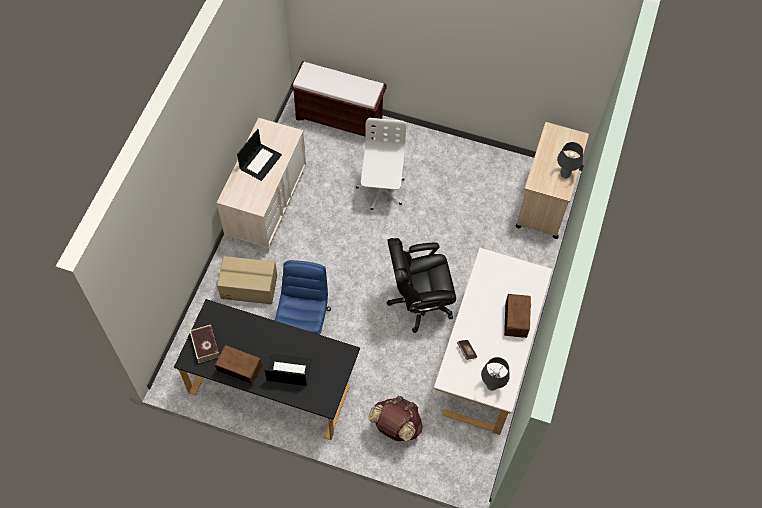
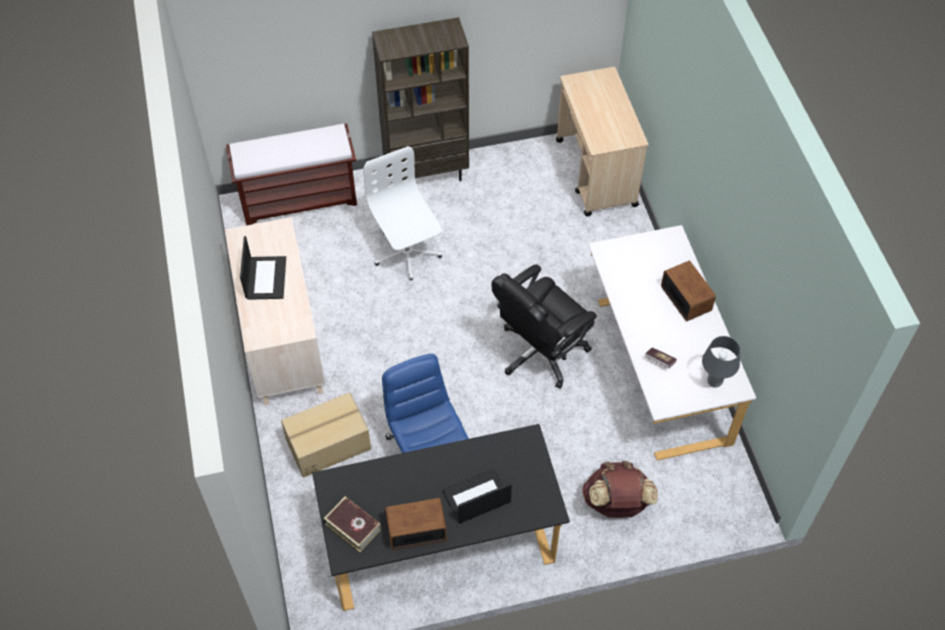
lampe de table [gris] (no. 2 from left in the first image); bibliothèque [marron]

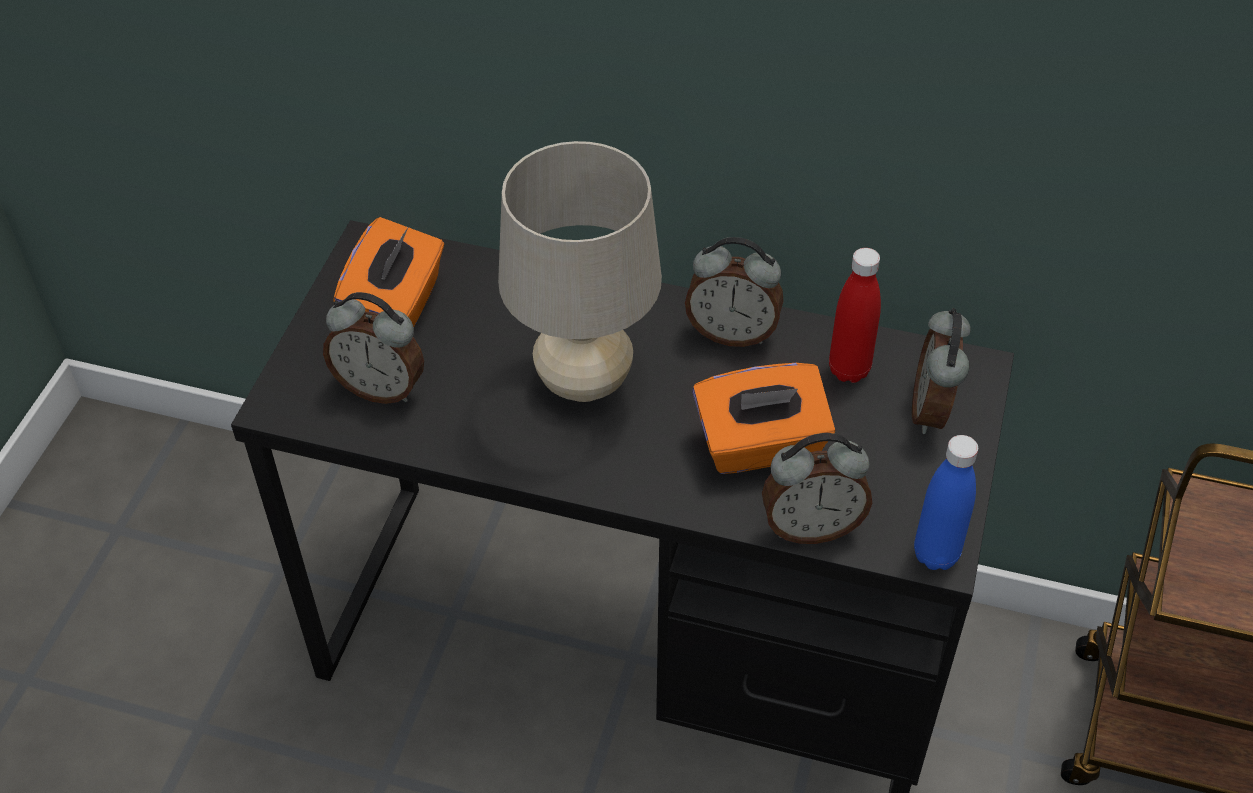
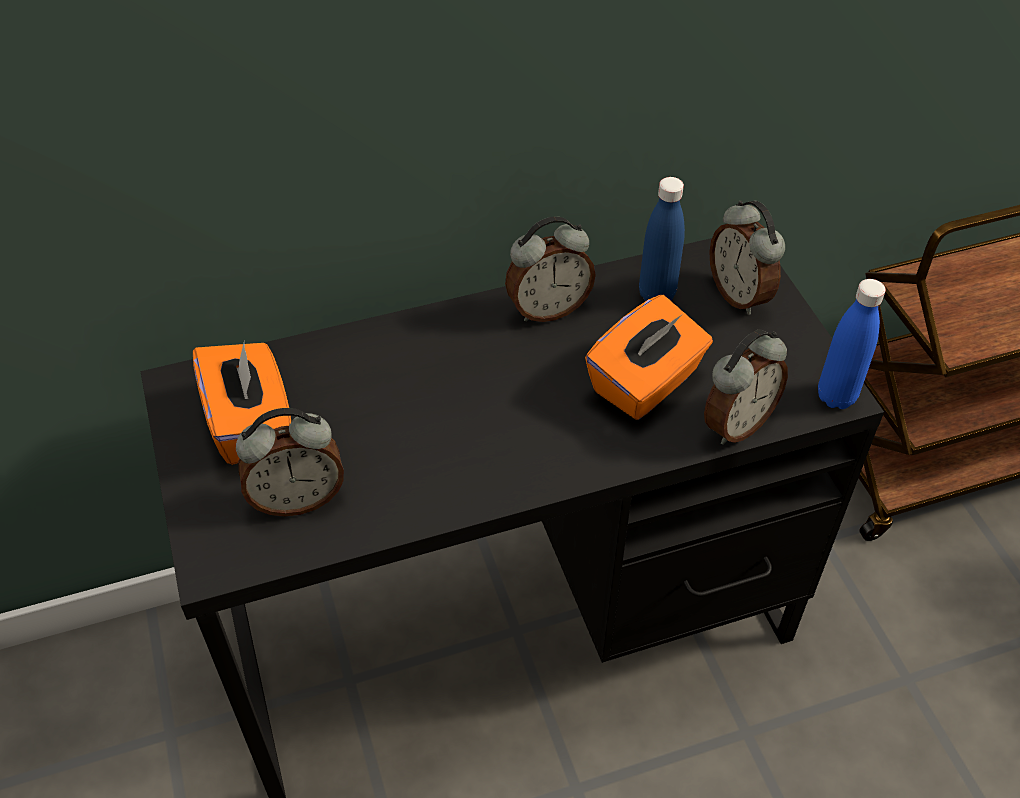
lampe de table [beige]; bouteille [bleu] (no. 1 from left)

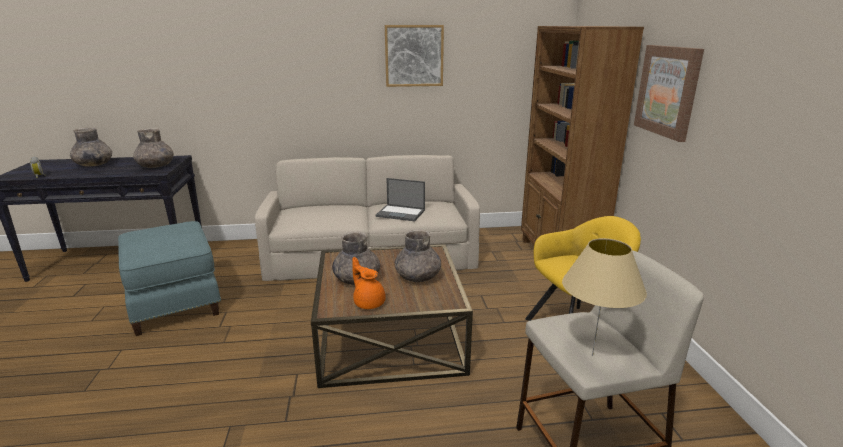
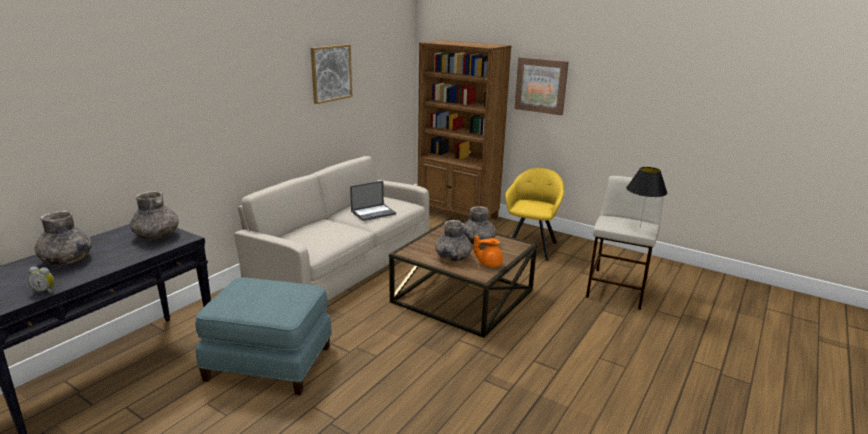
lampe de table [noir]

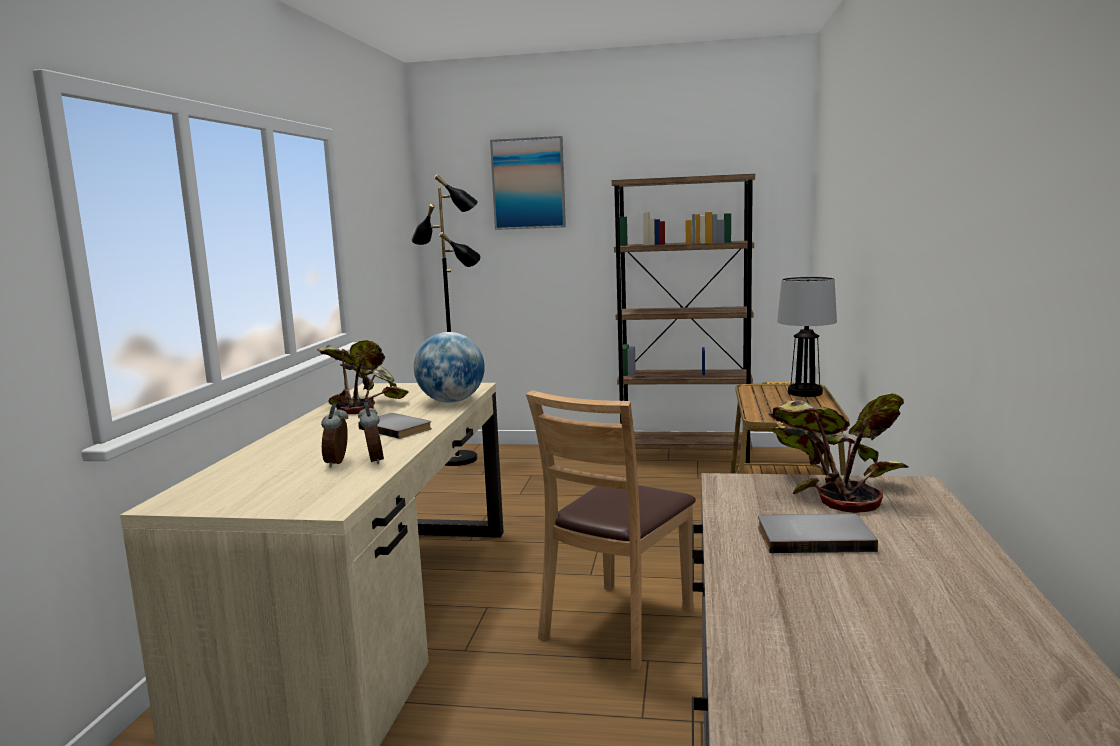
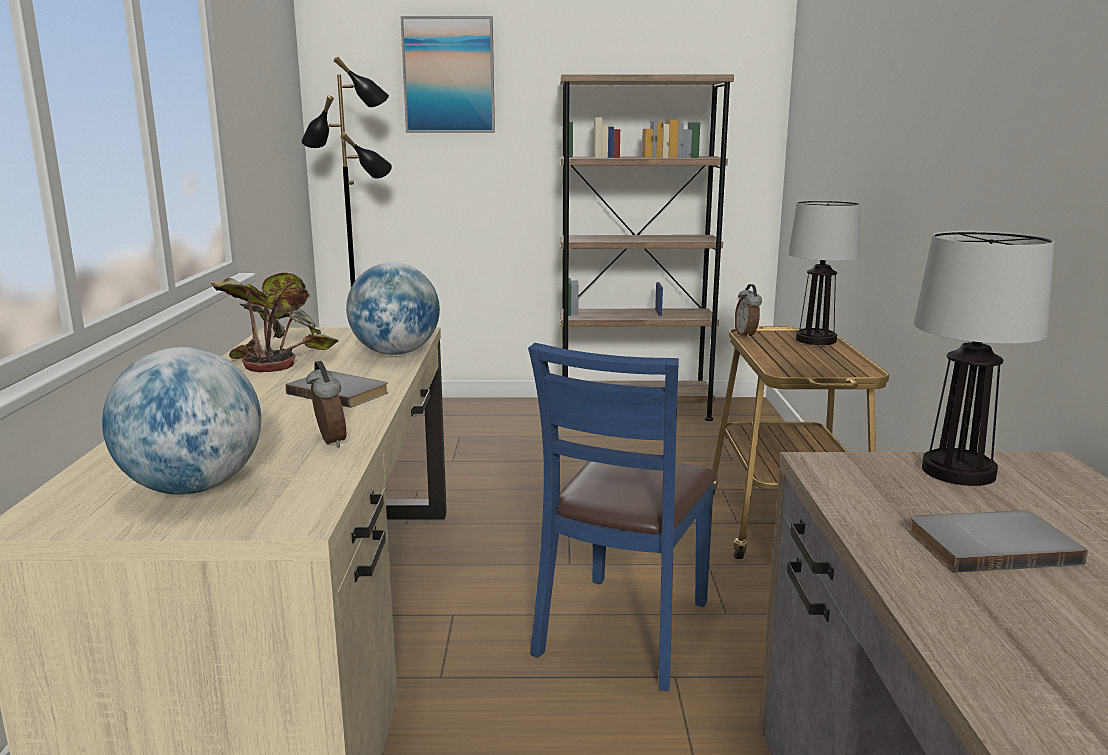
réveil (no. 2 from left); chaise [bleu]; lampe de table (no. 2 from left); globe (no. 1 from left)

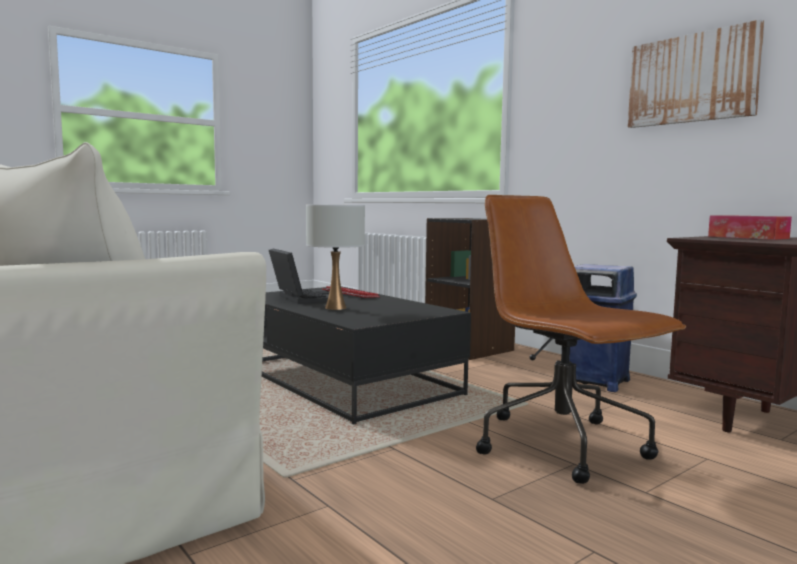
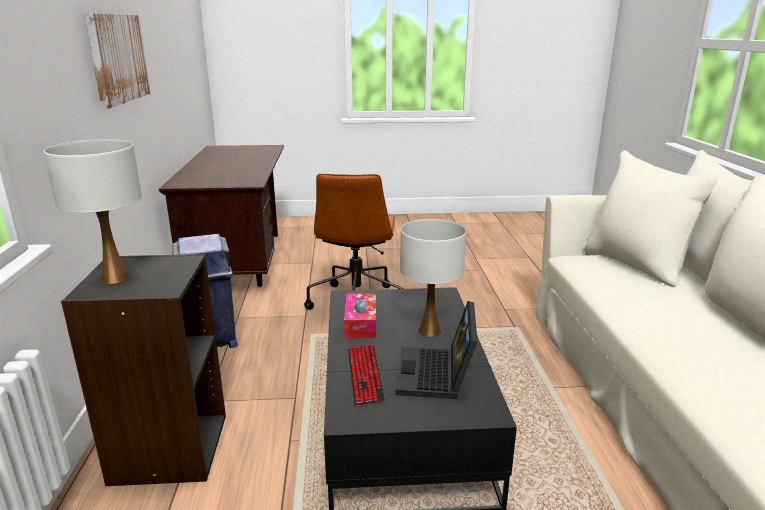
boîte à mouchoirs; lampe de table [blanc] (no. 1 from left)

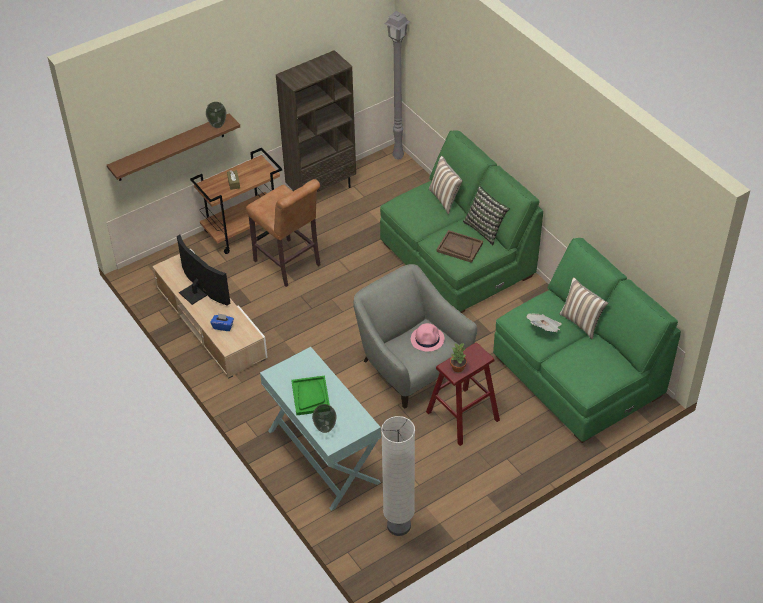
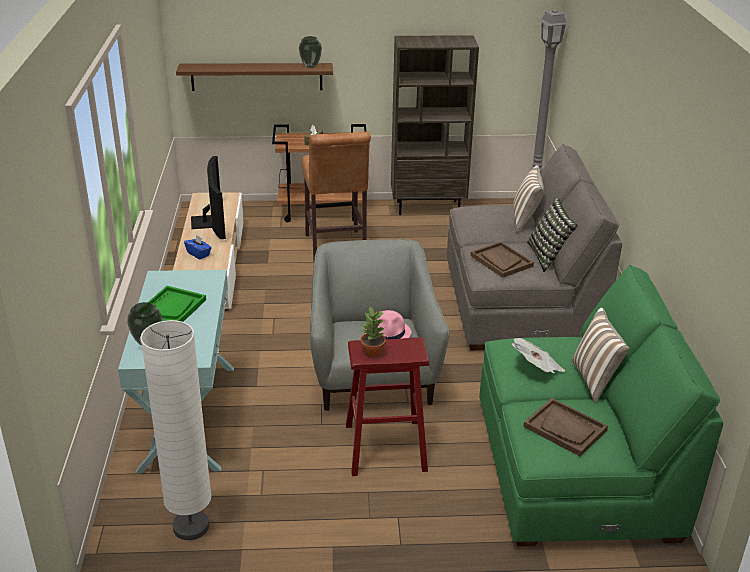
canapé [gris]; plateau [marron] (no. 2 from left)

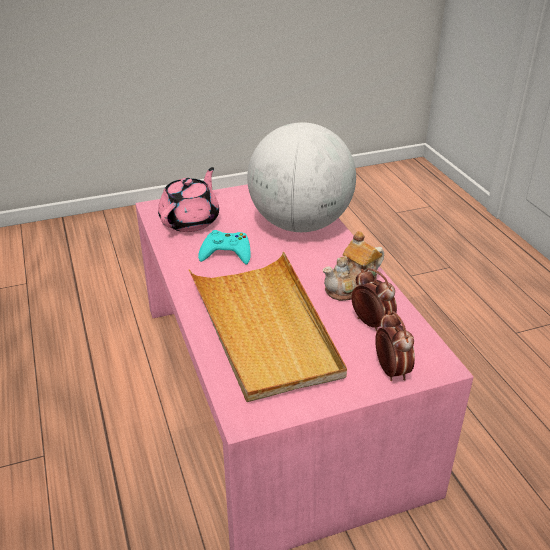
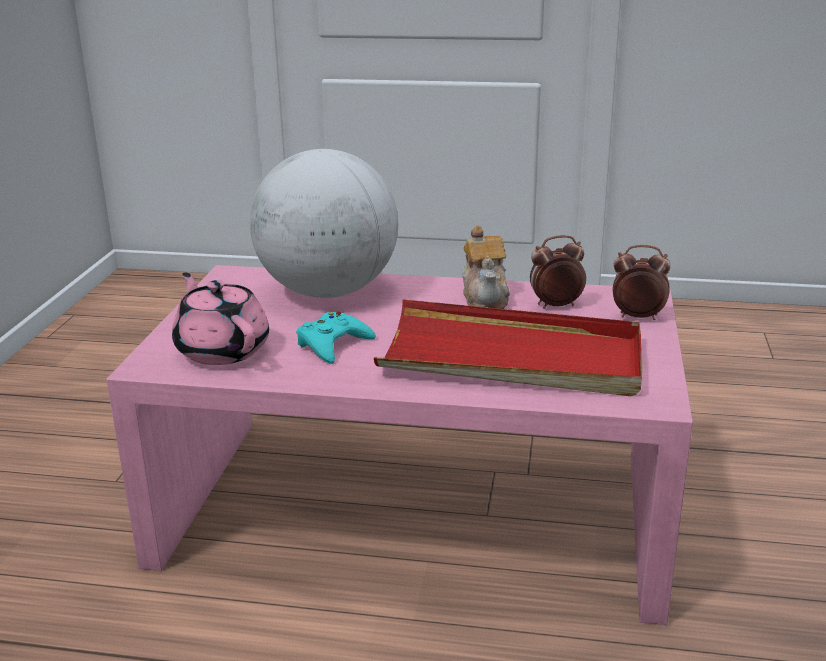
plateau [rouge]

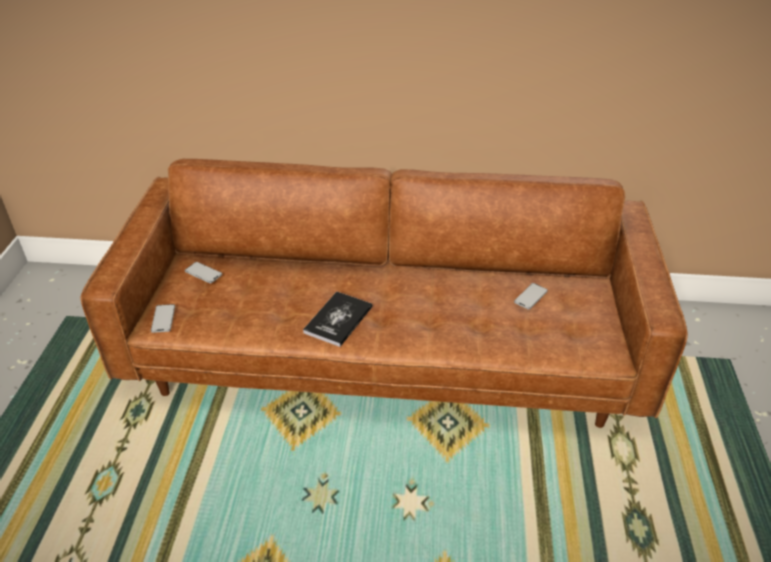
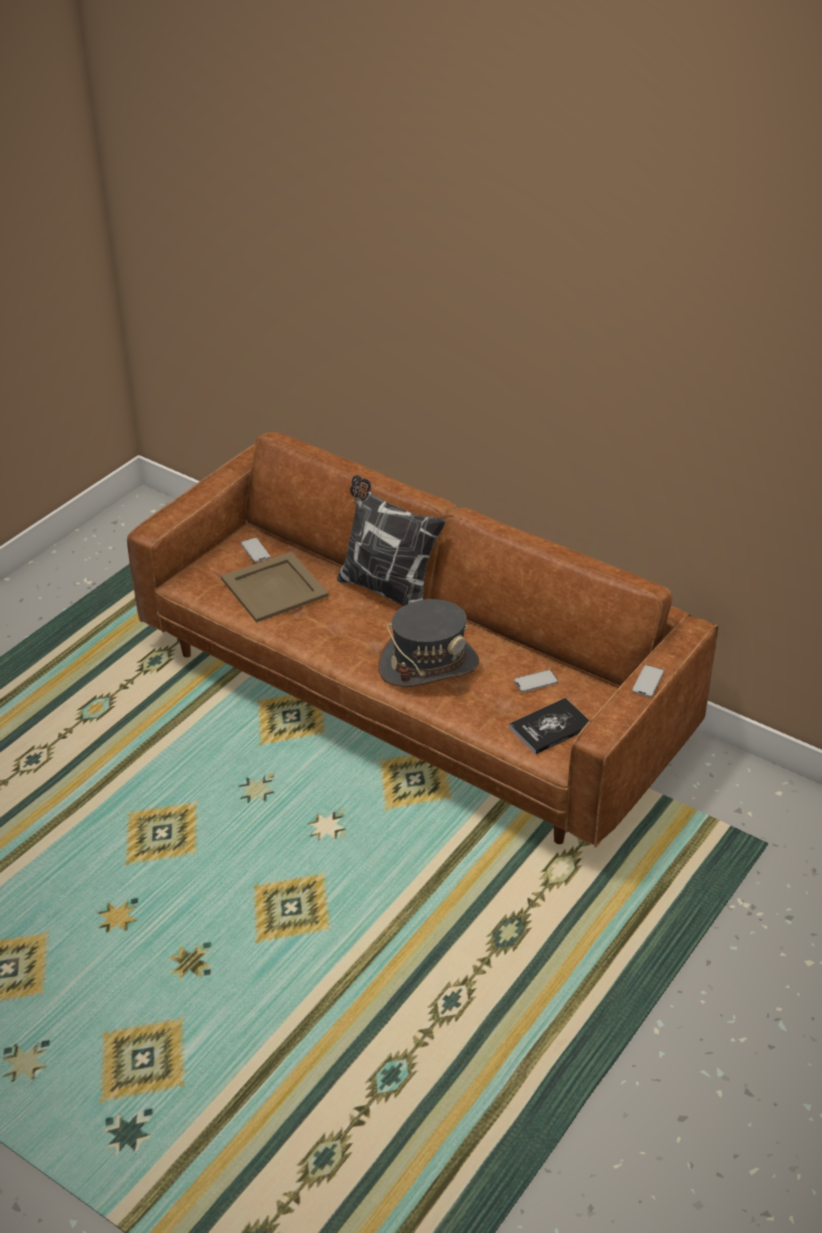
téléphone (no. 3 from left); livre; plateau [beige]; coussin; chapeau [gris]

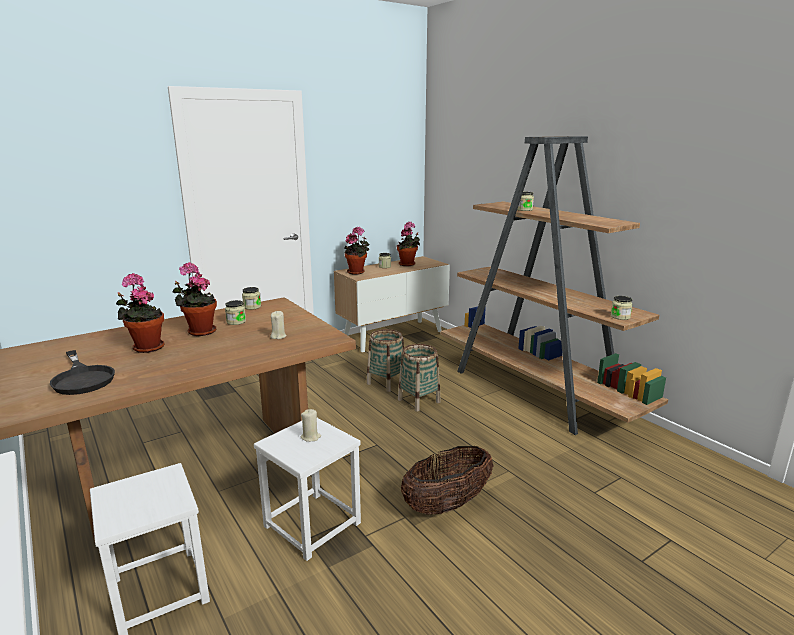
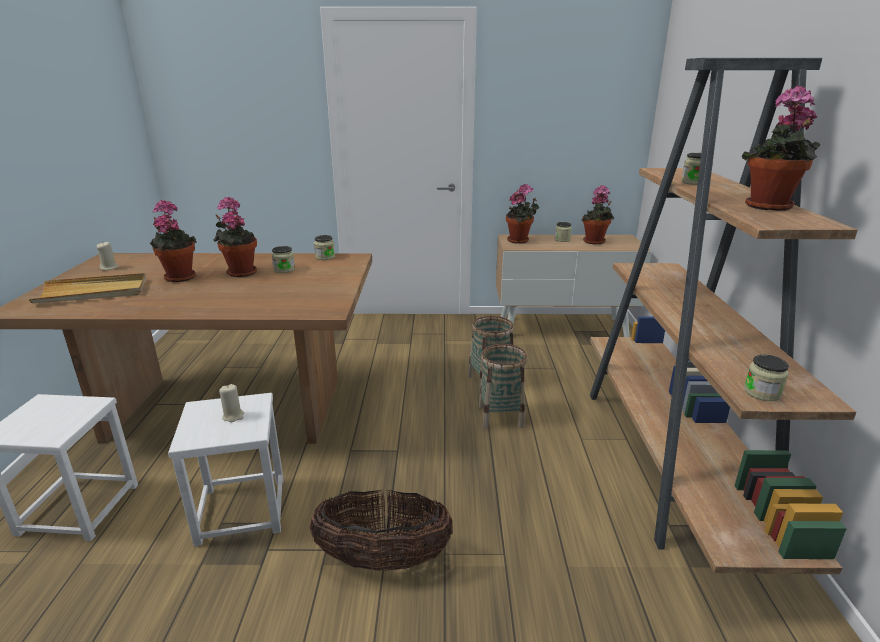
plateau [beige]; bougie [beige] (no. 1 from left); plante en pot (no. 5 from left)

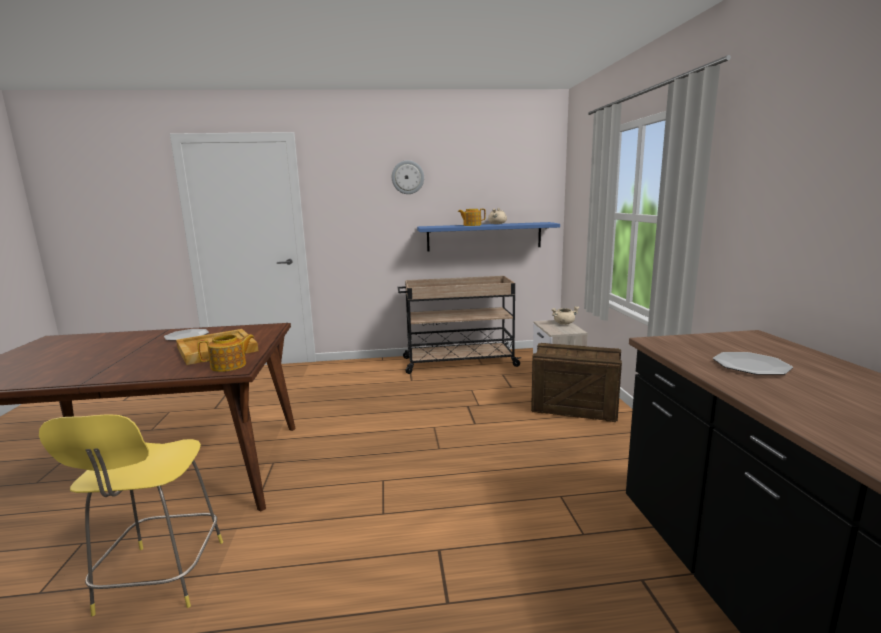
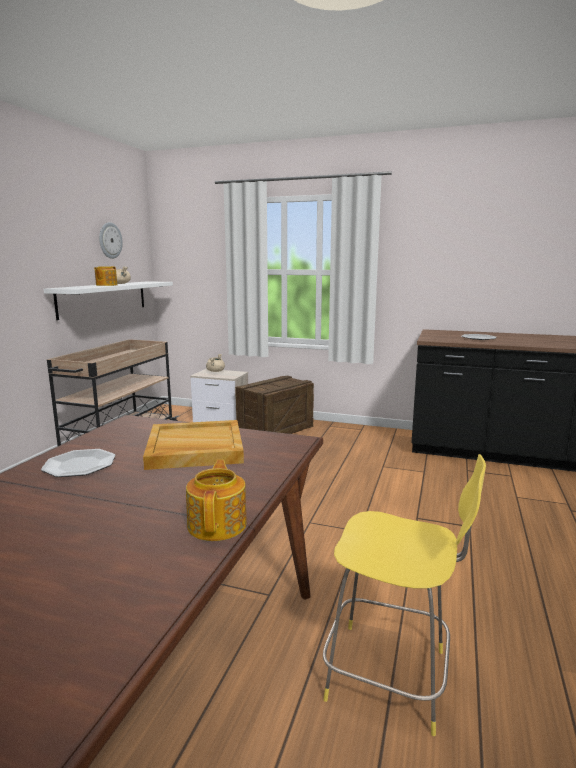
théière (no. 2 from left); horloge murale; étagère [blanc]

